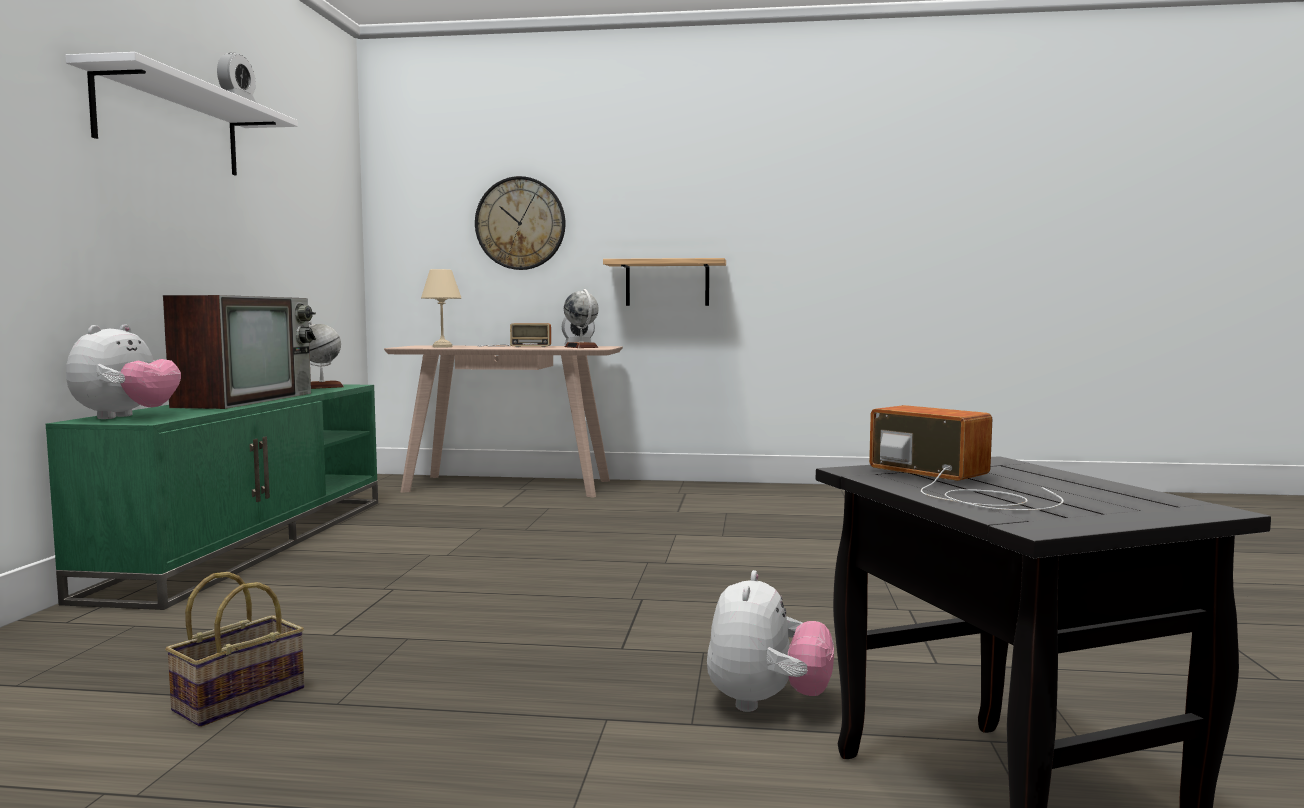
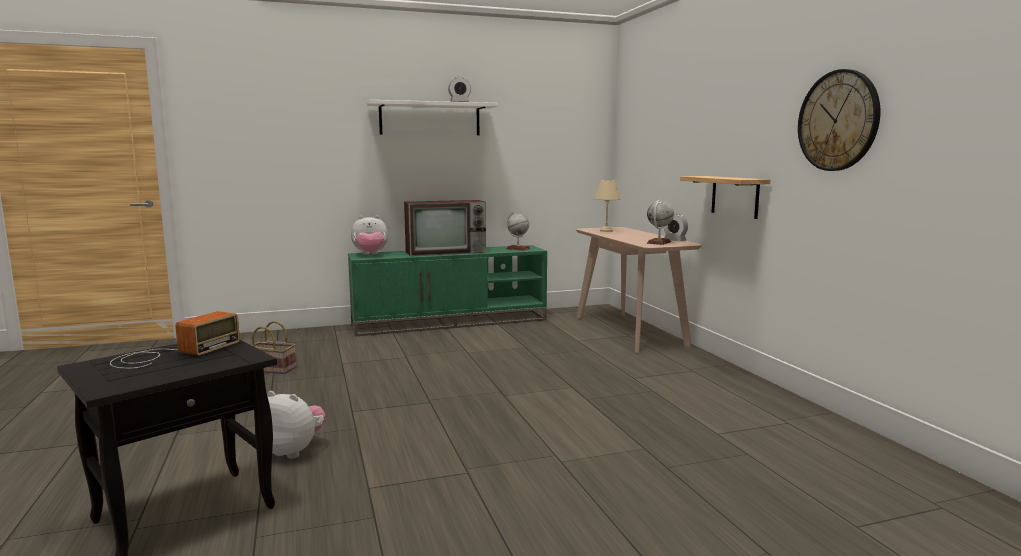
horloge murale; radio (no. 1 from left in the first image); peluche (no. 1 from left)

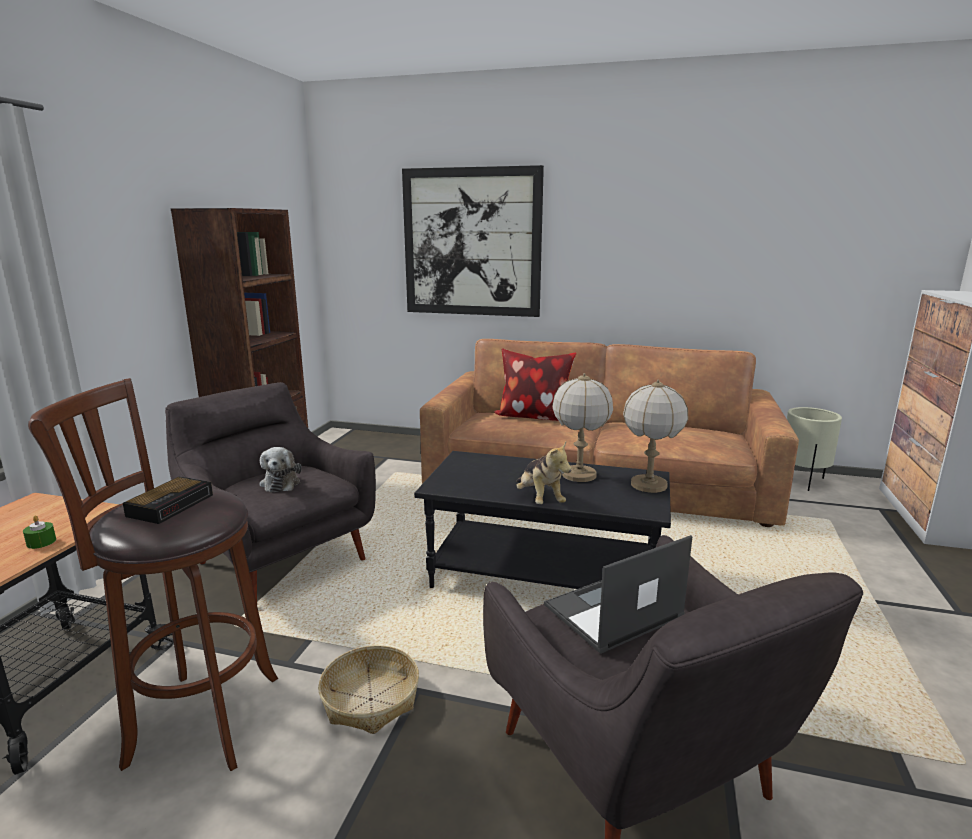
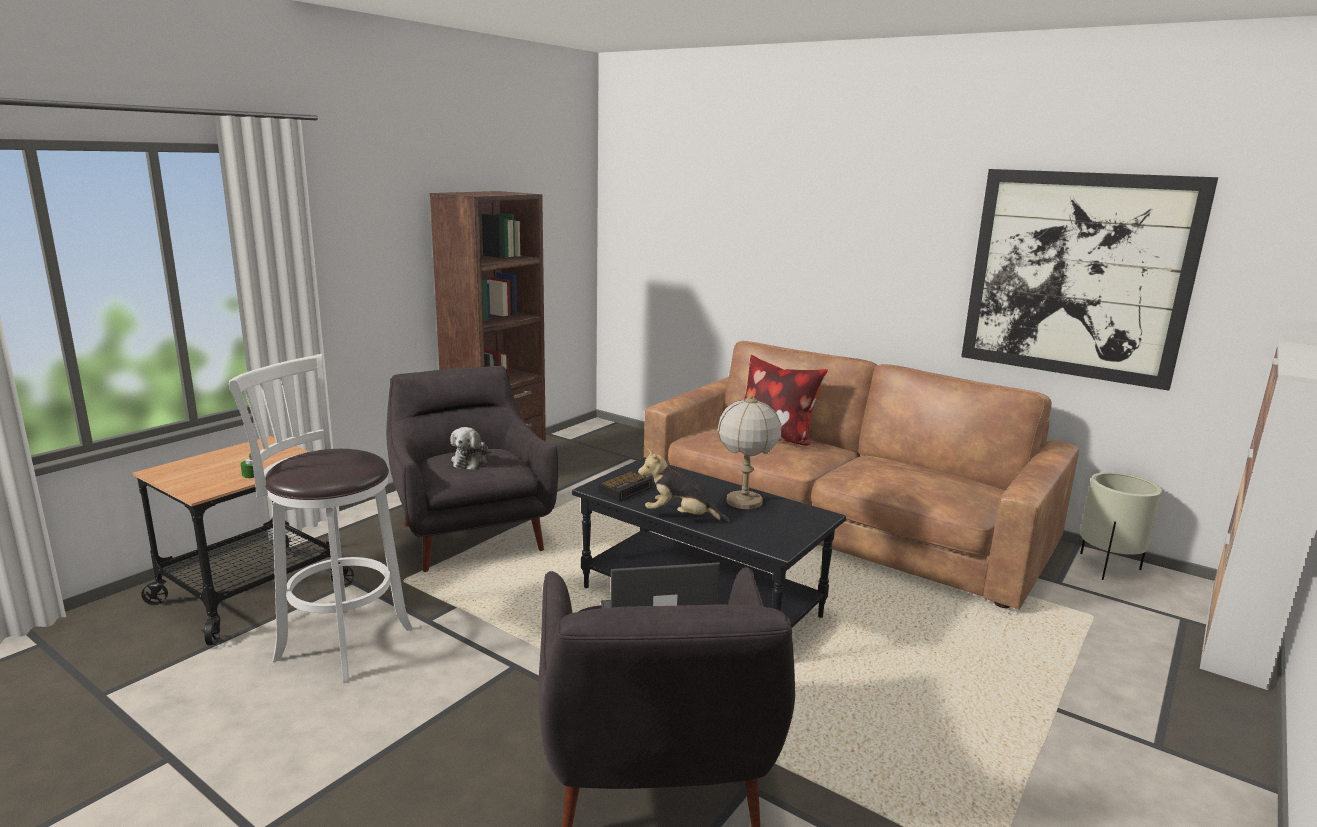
tabouret [blanc]; réveil; panier; tableau; peluche (no. 2 from left); lampe de table (no. 2 from left in the first image)

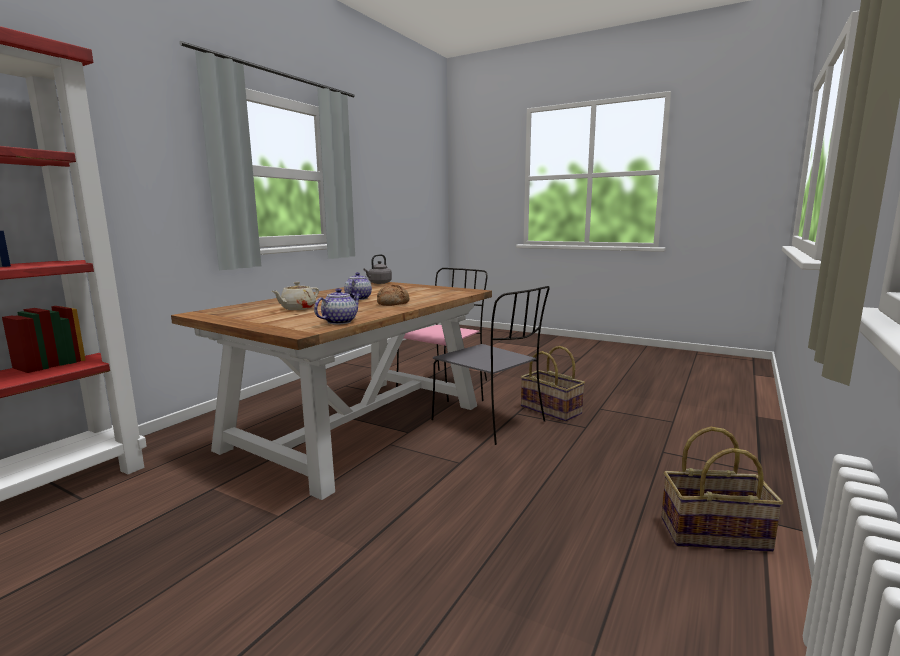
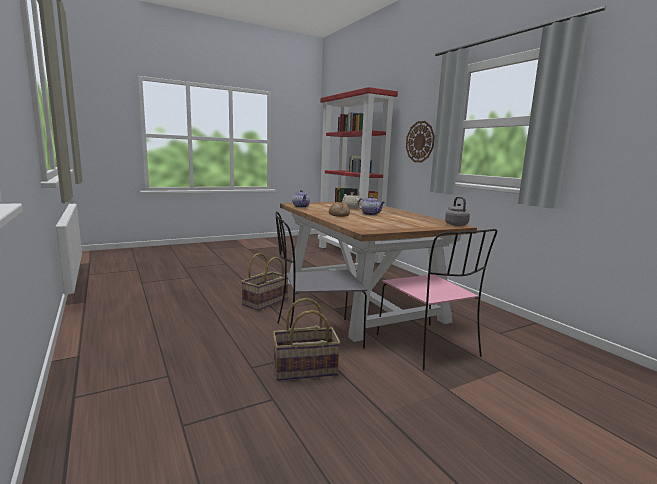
panier (no. 1 from left); horloge murale

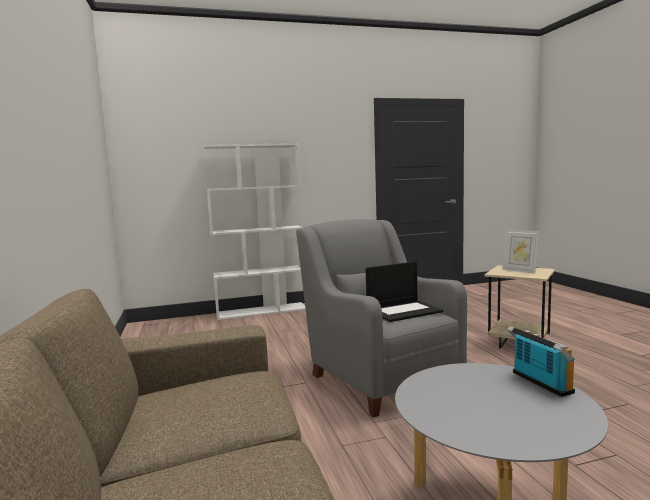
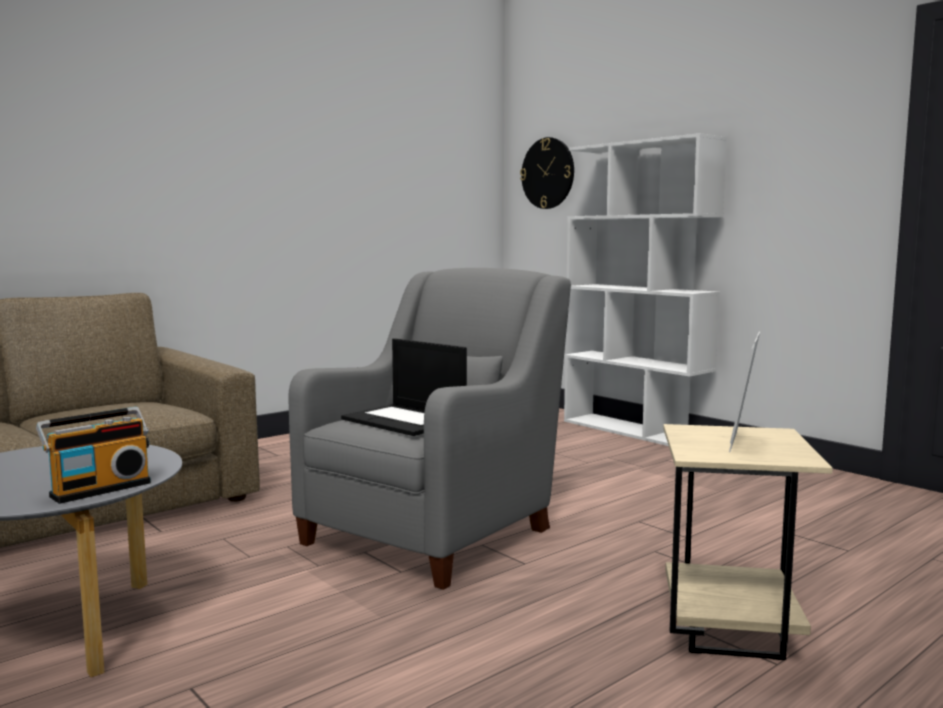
horloge murale

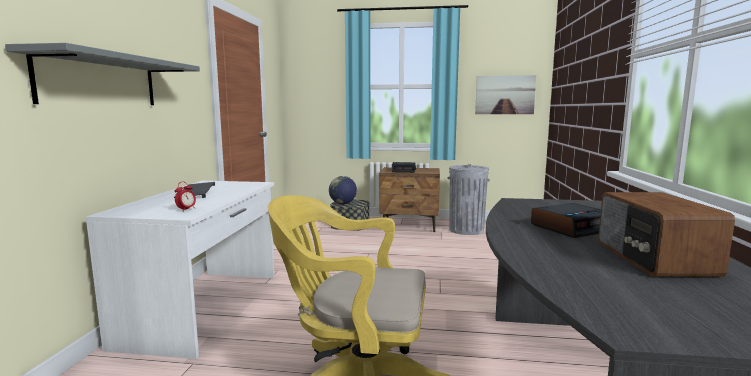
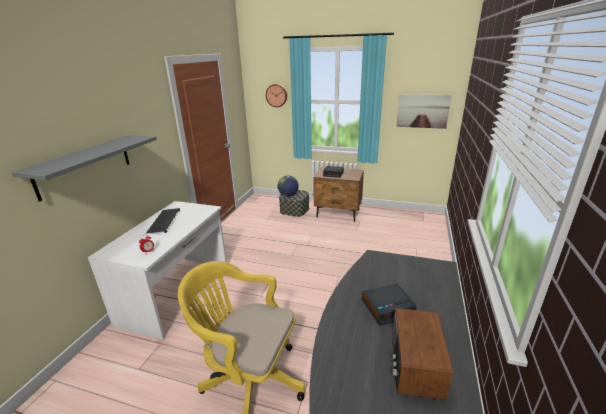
poubelle [gris]; horloge murale

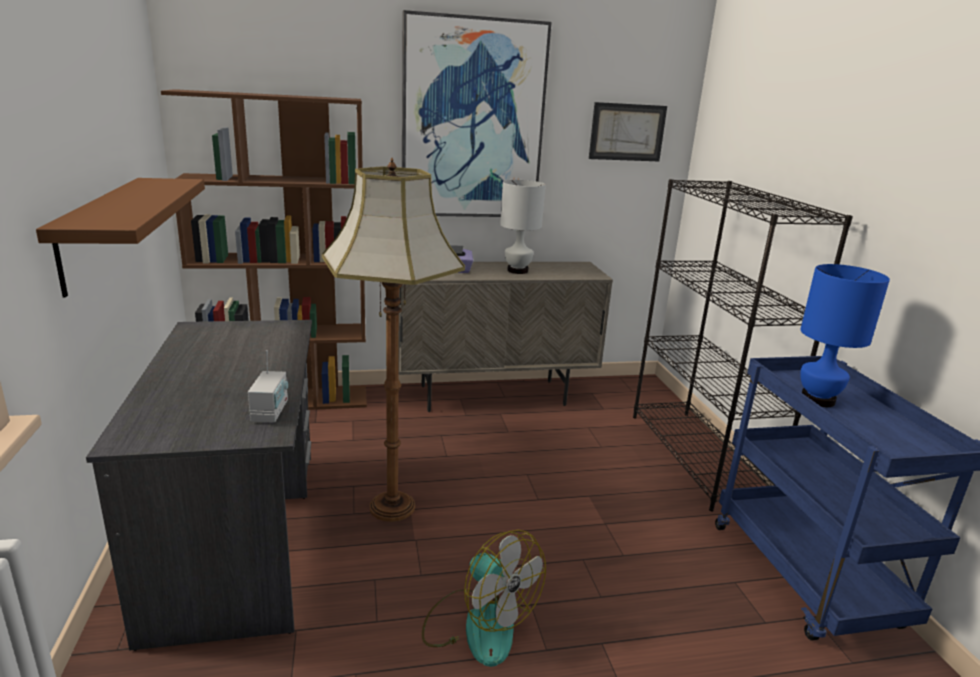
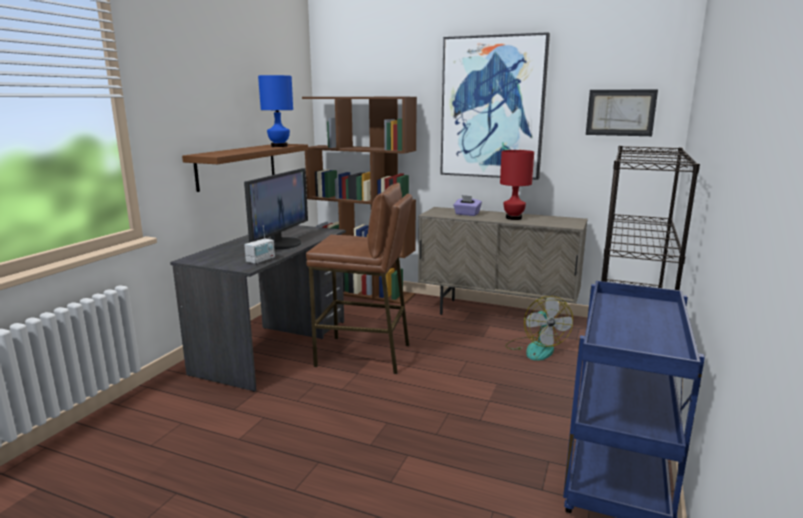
tabouret [marron]; ventilateur; lampe de table [rouge]; lampe de table [bleu]; écran d'ordinateur

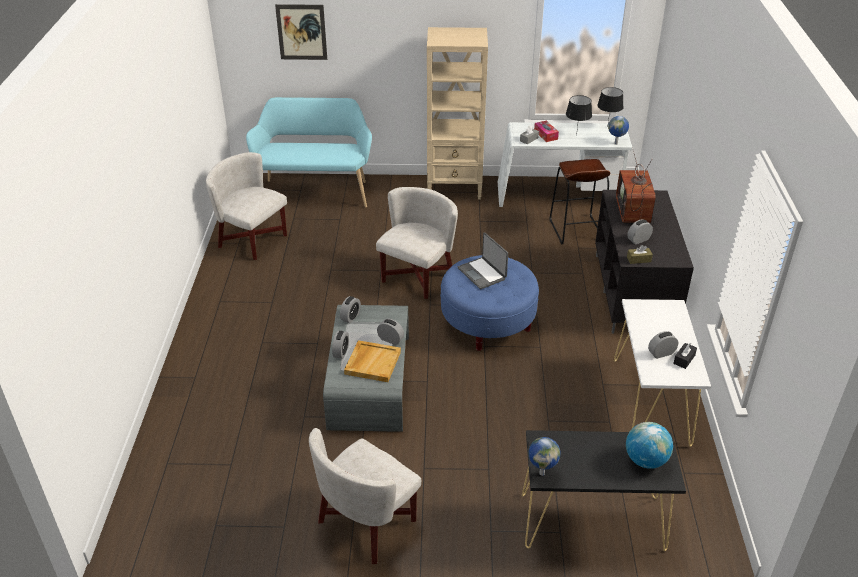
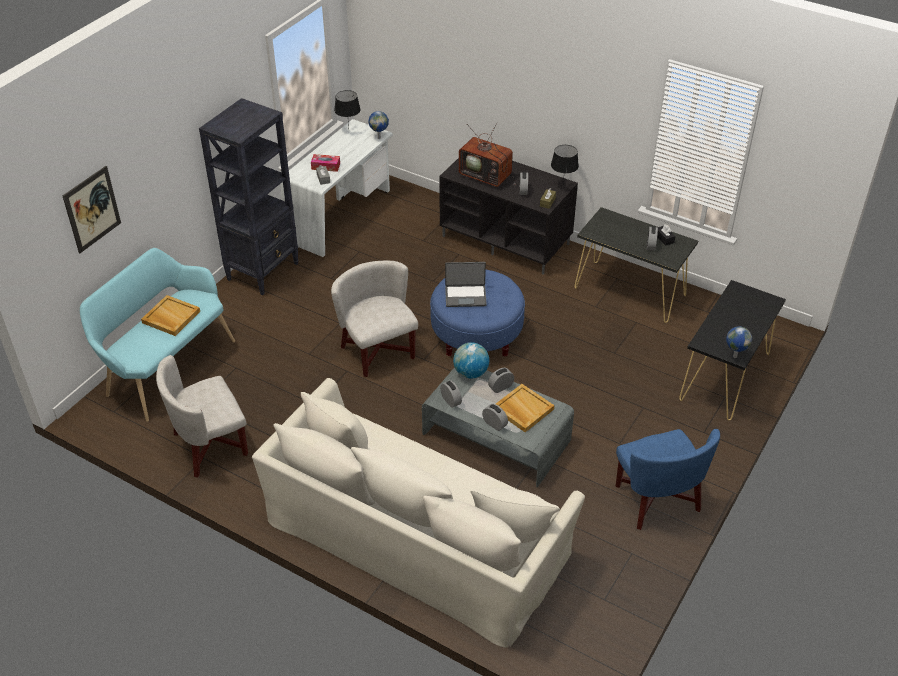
fauteuil [bleu]; bibliothèque [noir]; tabouret [marron]; lampe de table [noir] (no. 2 from left); table console [noir] (no. 1 from left); globe (no. 2 from left); plateau [beige] (no. 1 from left); canapé [beige]

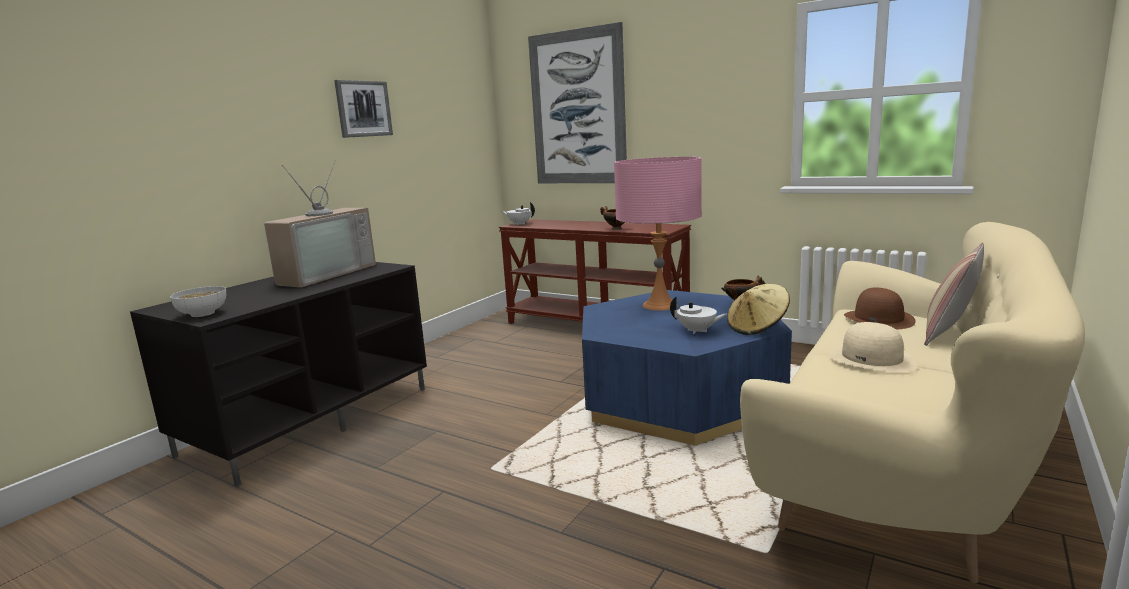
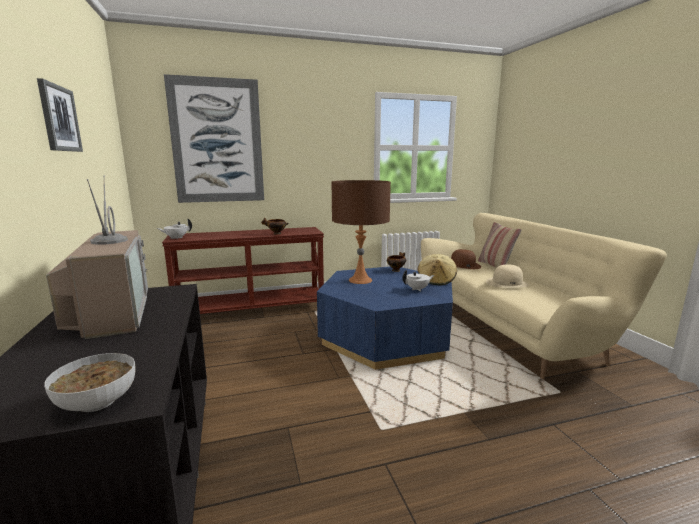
lampe de table [marron]

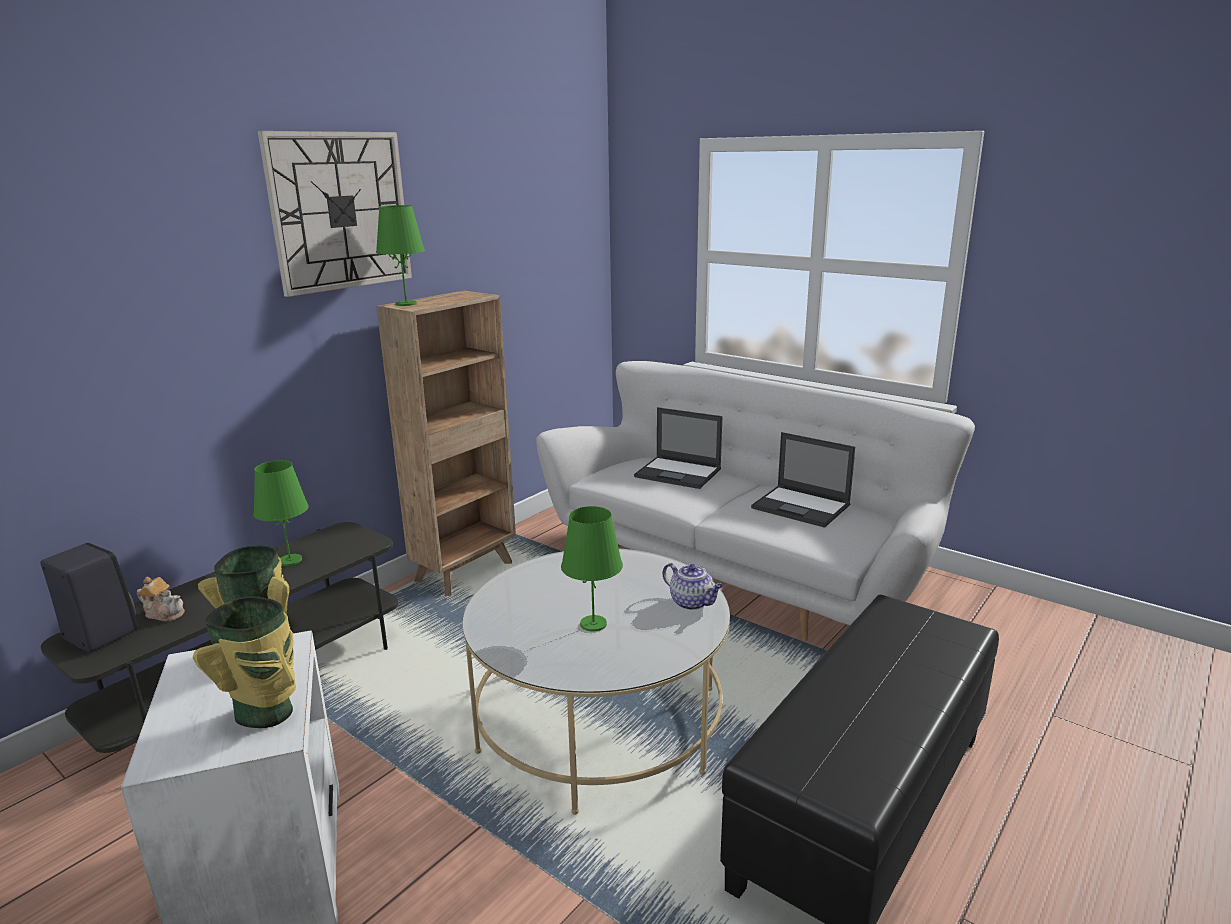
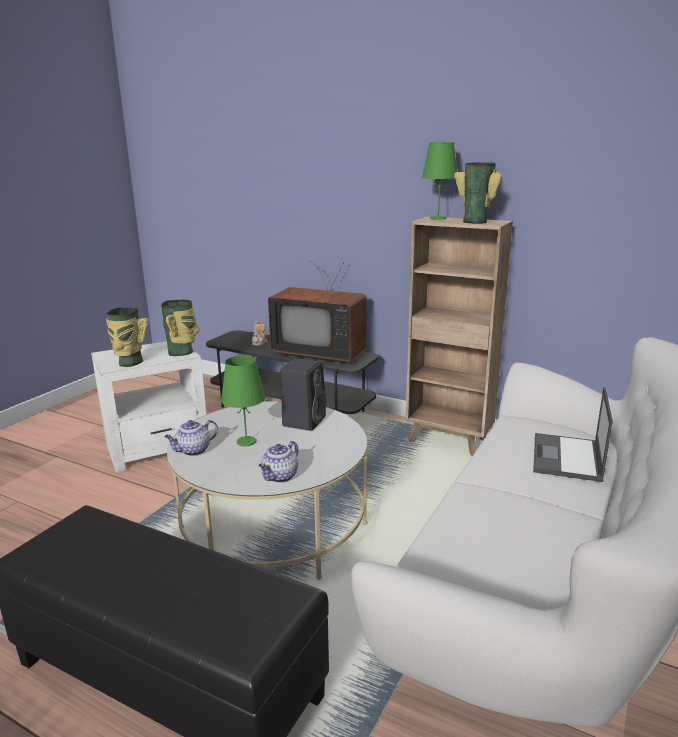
enceinte [noir]; téléviseur; horloge murale; ordinateur portable (no. 2 from left in the first image); théière (no. 1 from left); vase (no. 3 from left)

